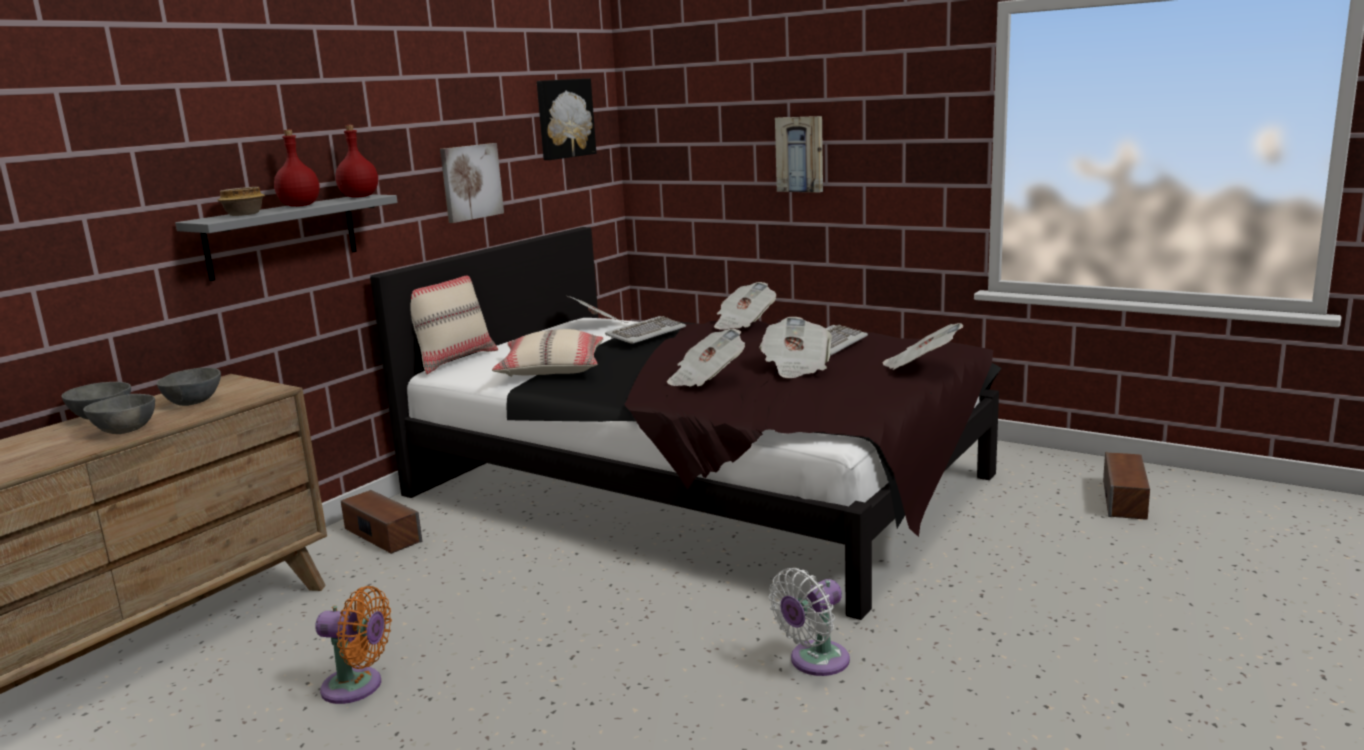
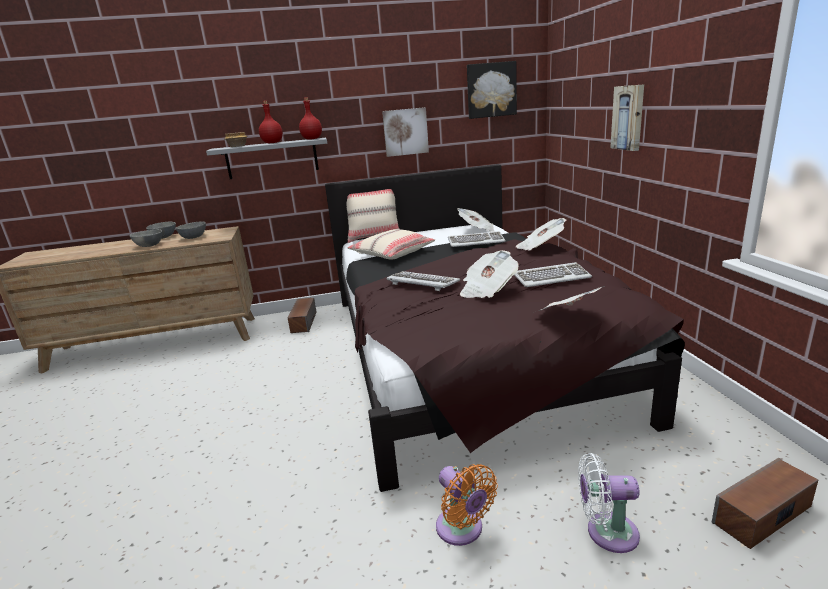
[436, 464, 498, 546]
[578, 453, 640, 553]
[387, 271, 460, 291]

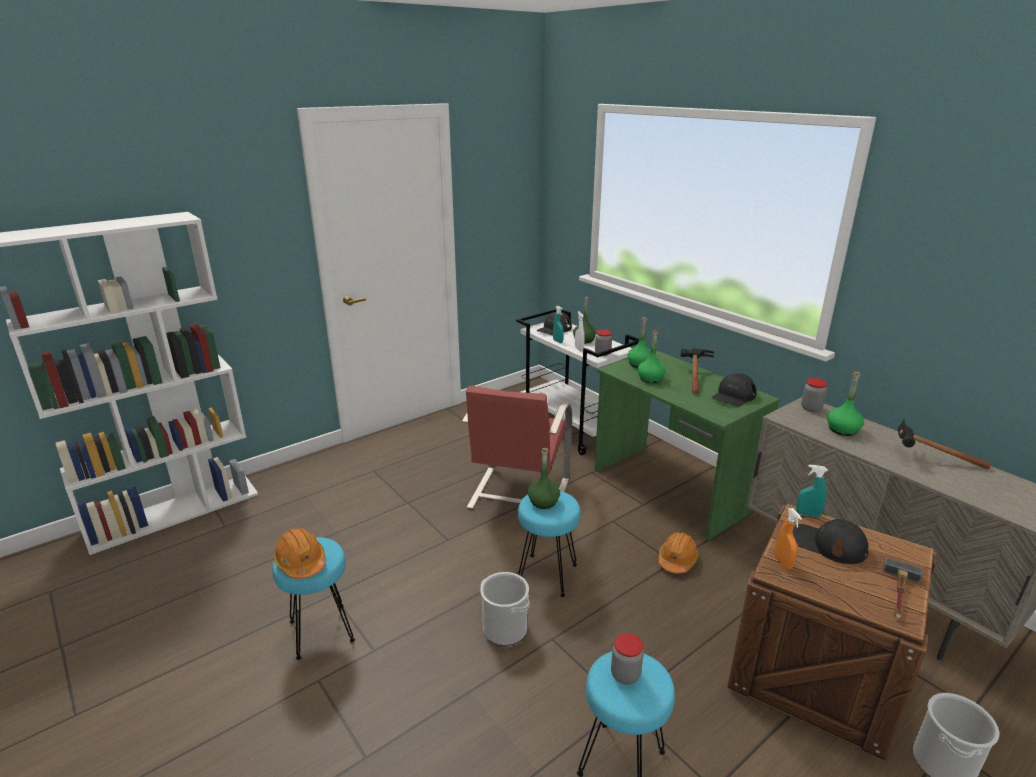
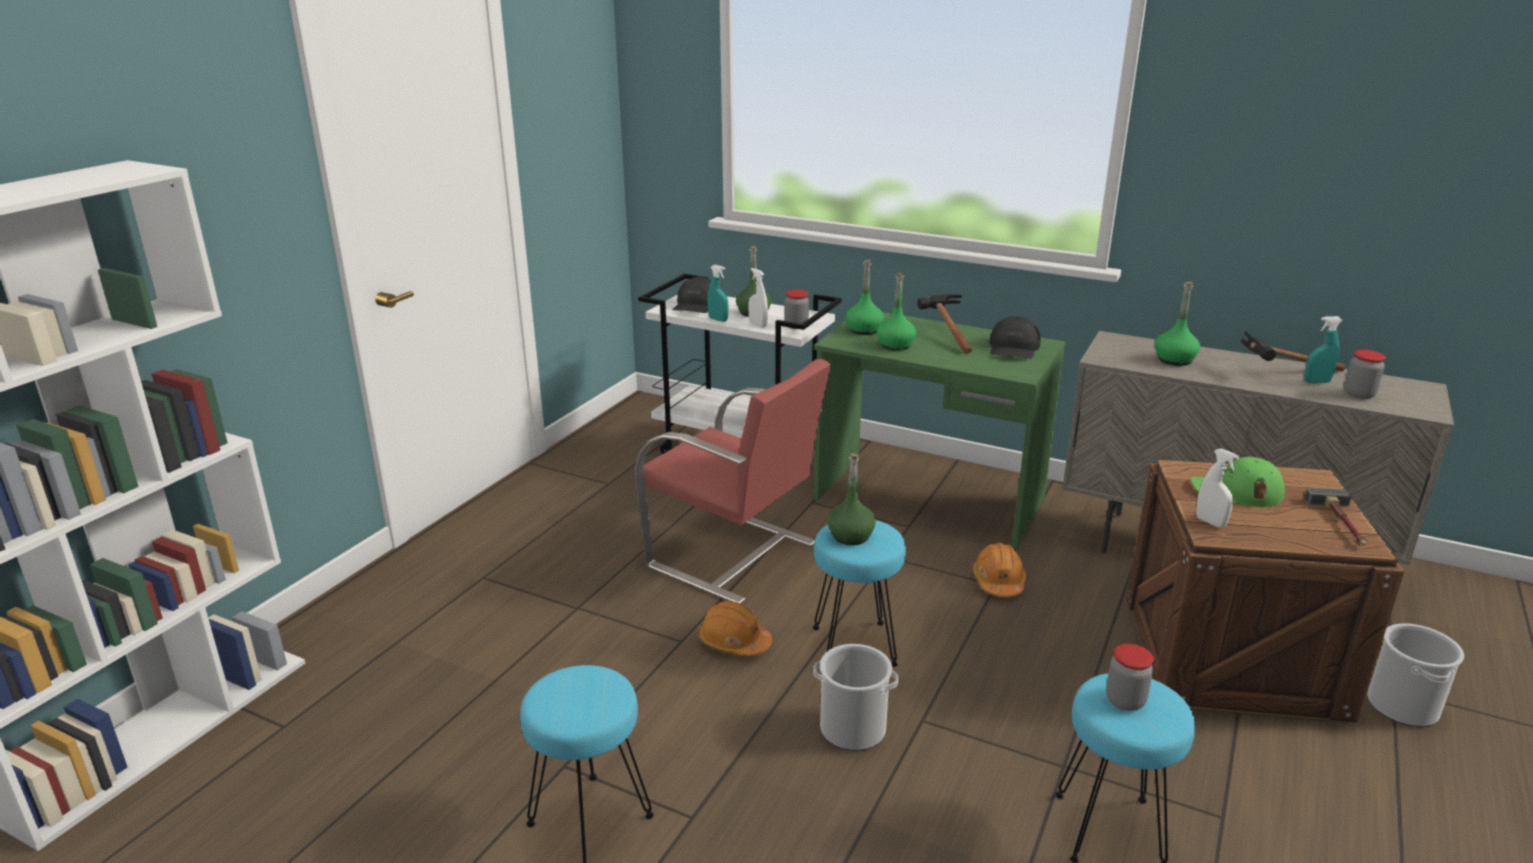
[698, 601, 772, 656]
[1304, 316, 1343, 384]
[1344, 350, 1386, 399]
[1196, 448, 1239, 528]
[1191, 457, 1285, 507]
[635, 359, 831, 604]

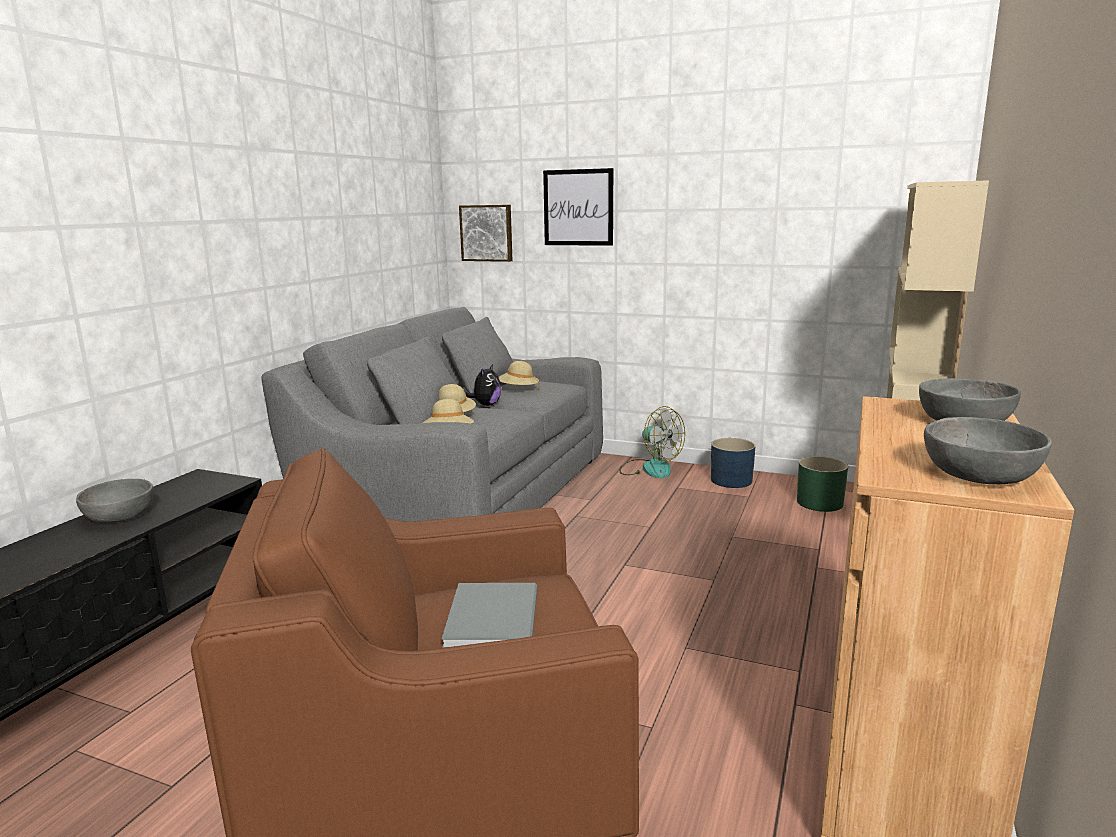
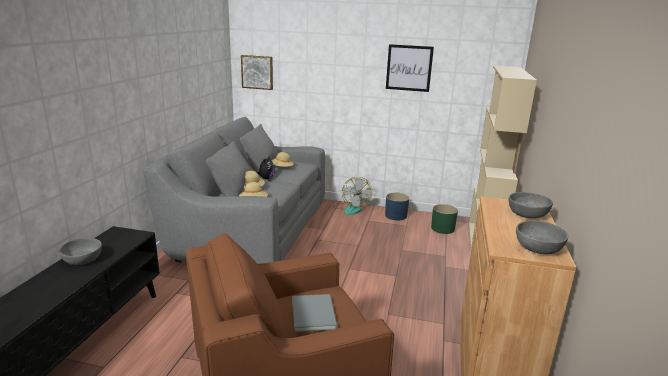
[386, 44, 434, 92]
[334, 177, 372, 215]

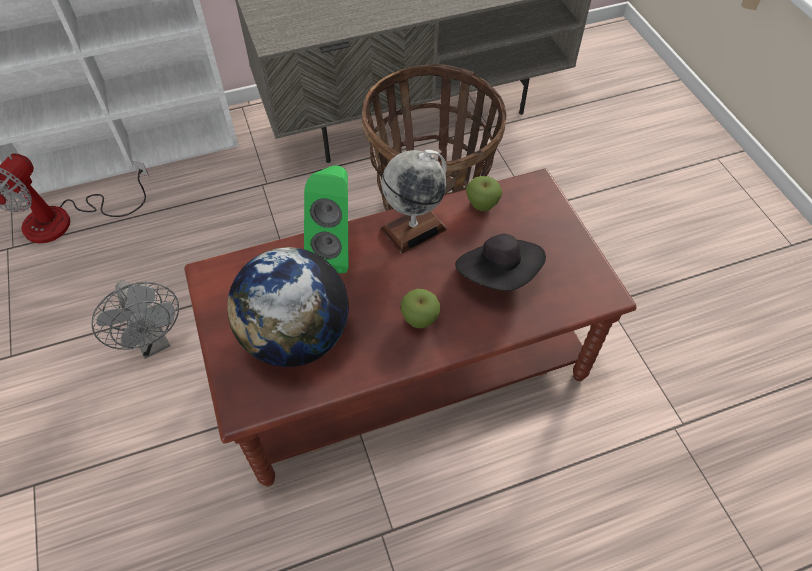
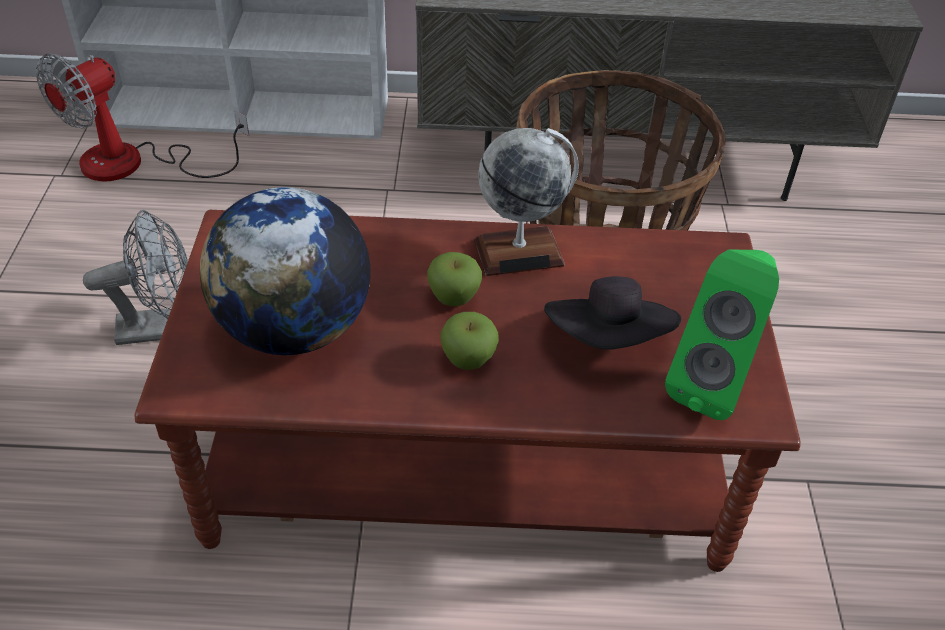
[665, 249, 779, 420]
[427, 252, 482, 306]
[83, 210, 188, 345]

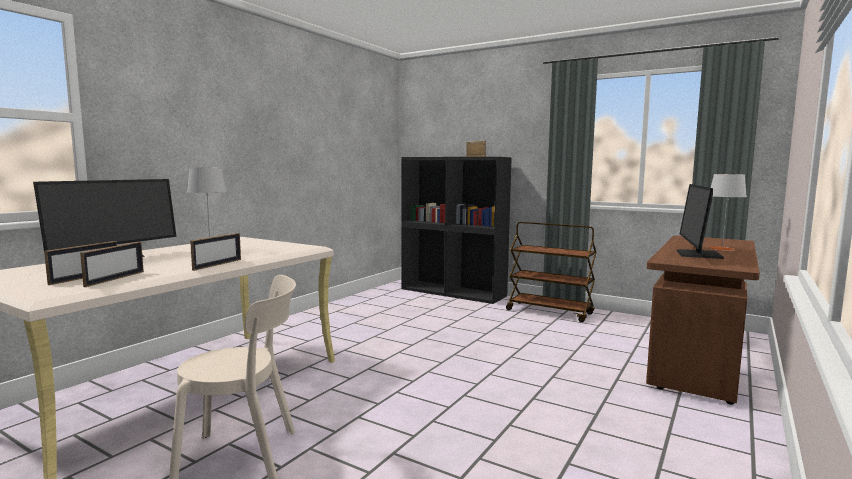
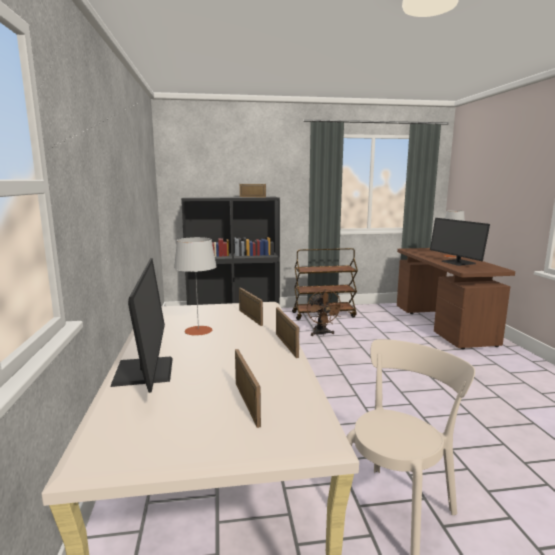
[307, 289, 342, 336]
[239, 287, 263, 326]

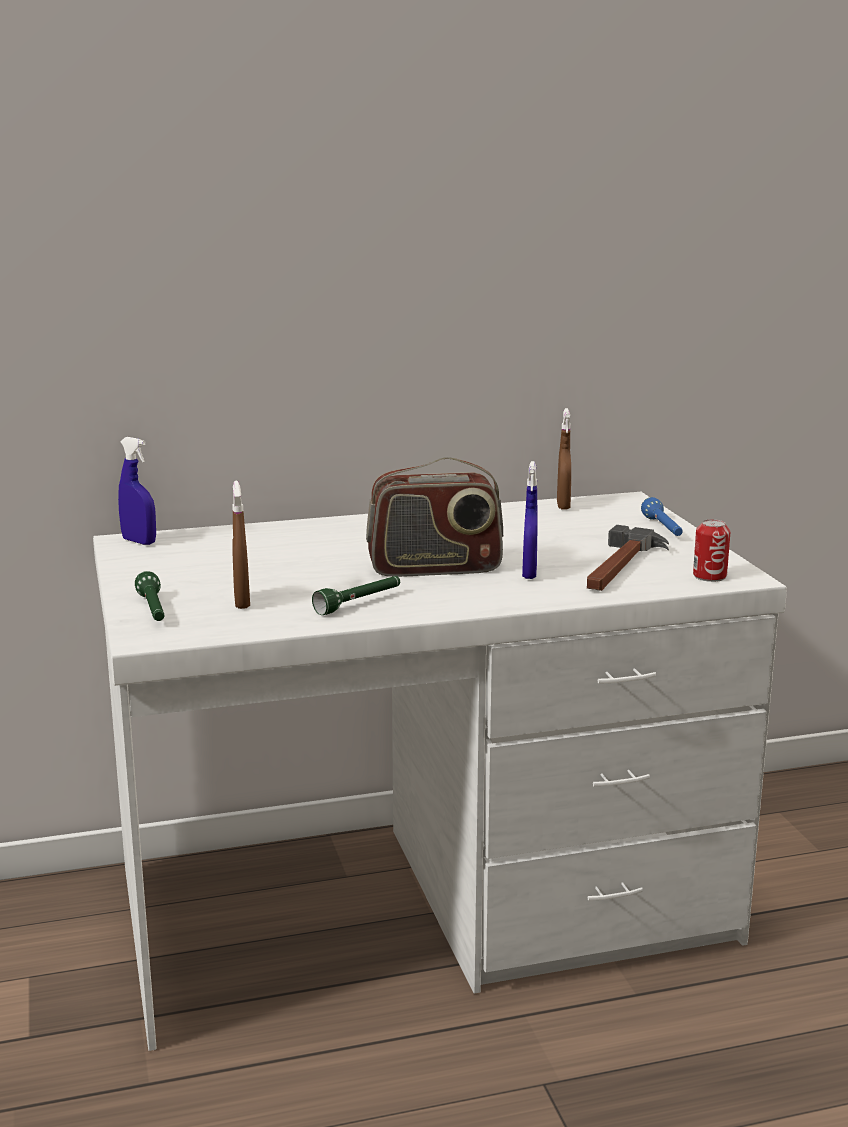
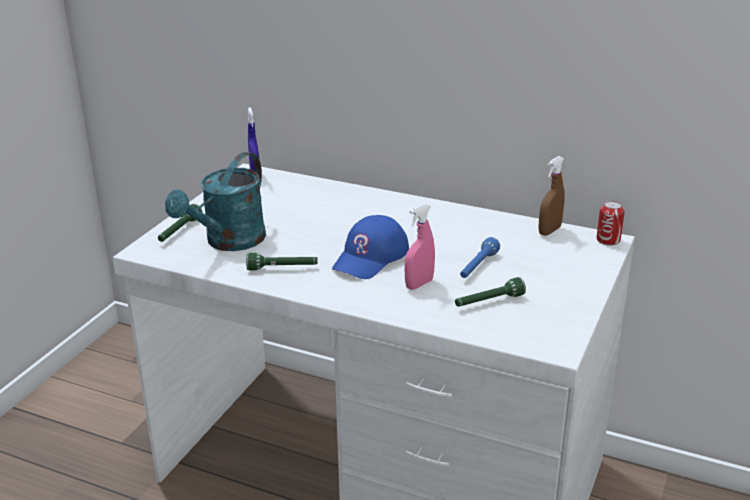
[460, 237, 500, 278]
[596, 201, 625, 246]
[165, 152, 266, 251]
[332, 215, 409, 279]
[455, 277, 526, 307]
[404, 203, 435, 290]

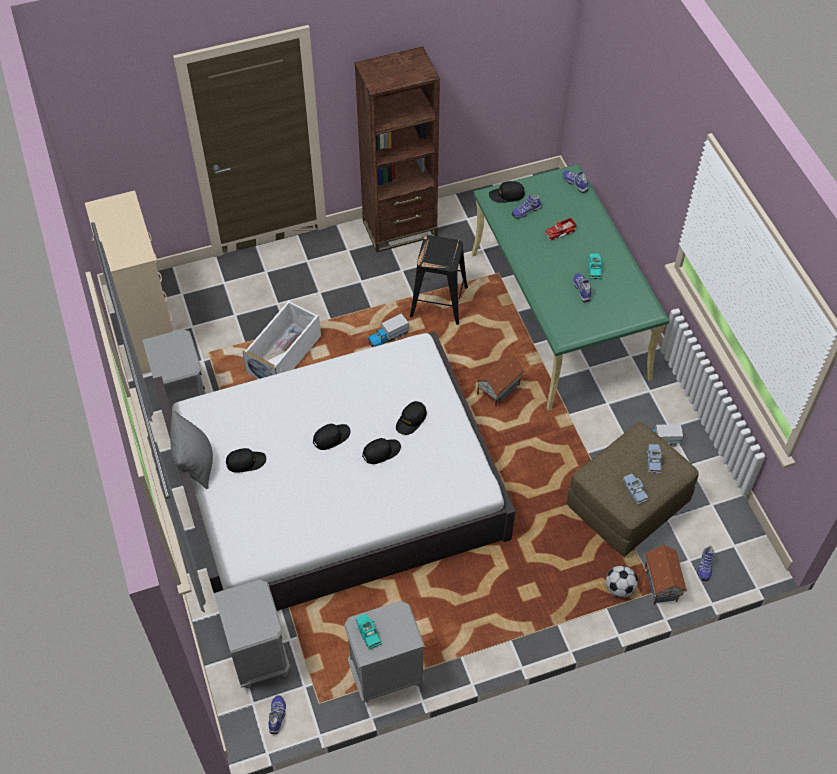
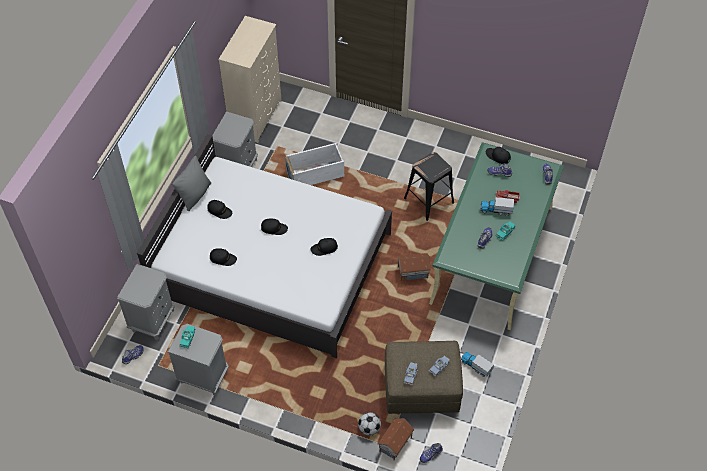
[355, 47, 440, 253] (first image)
[210, 248, 237, 266]
[480, 197, 514, 216]

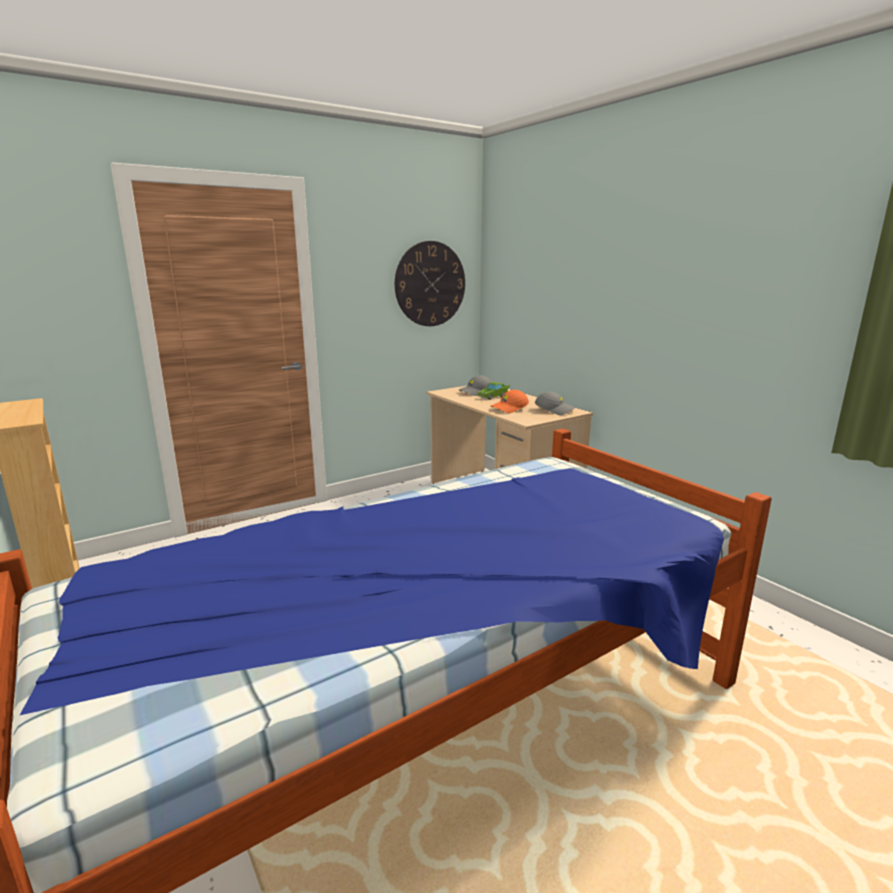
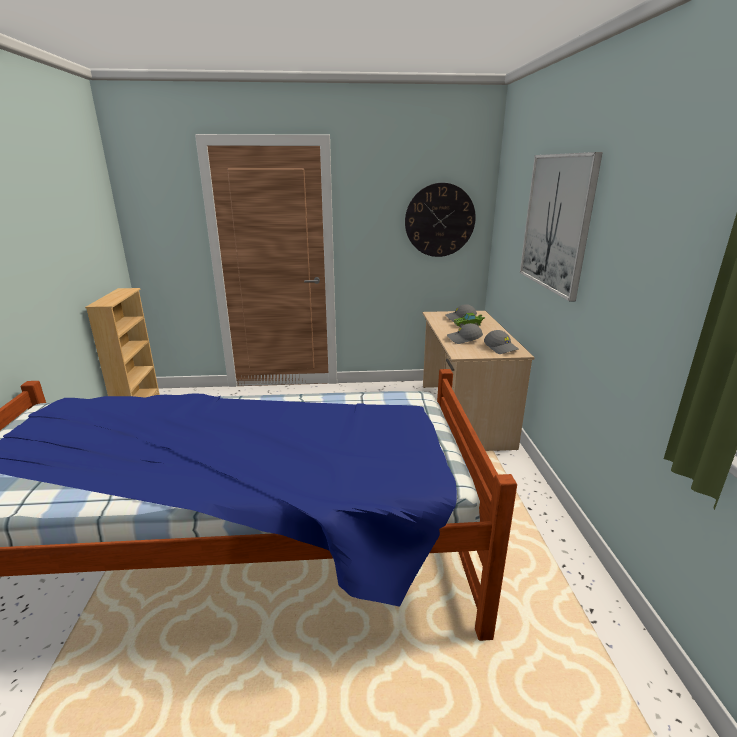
[520, 152, 603, 302]
[447, 323, 483, 344]

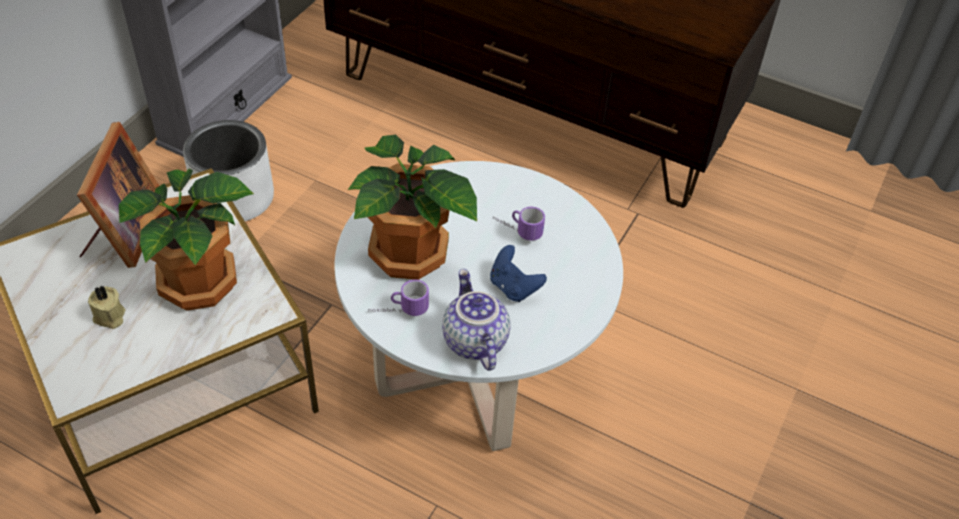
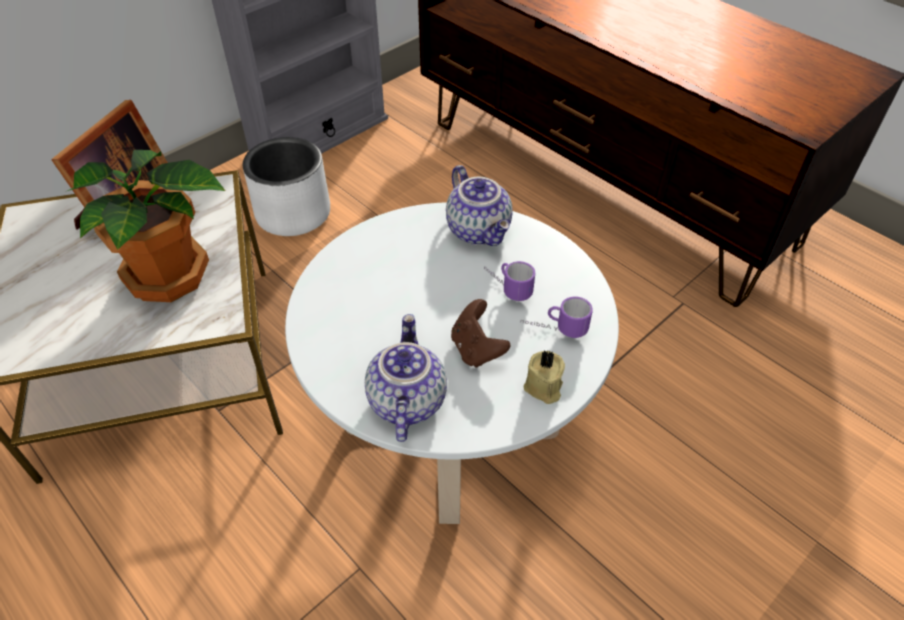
[348, 135, 477, 280] (first image)
[446, 165, 513, 246]
[524, 350, 565, 404]
[520, 296, 593, 338]
[451, 299, 510, 368]

